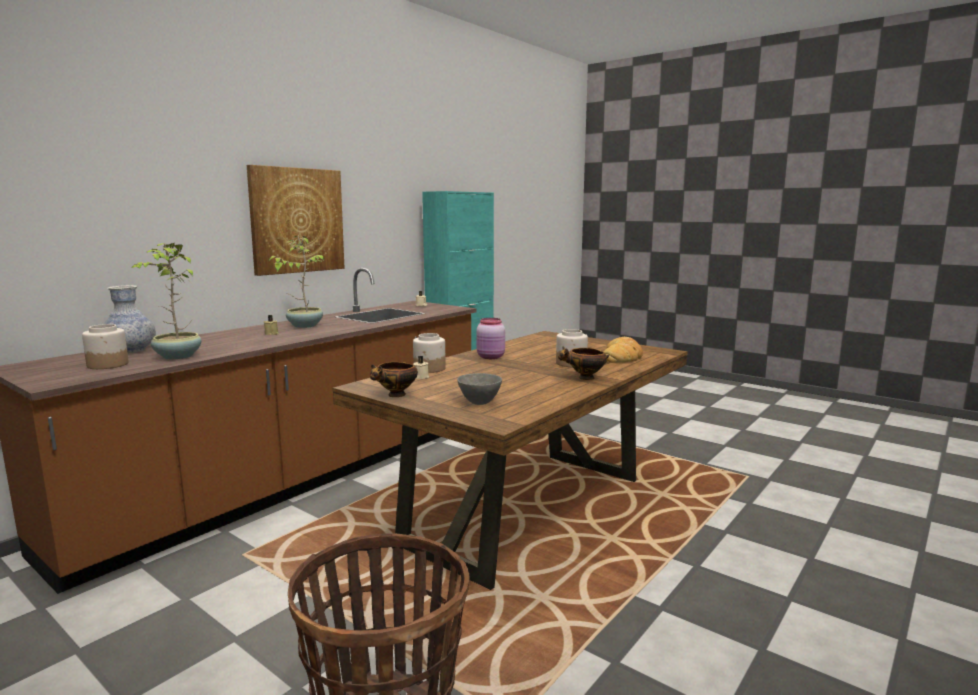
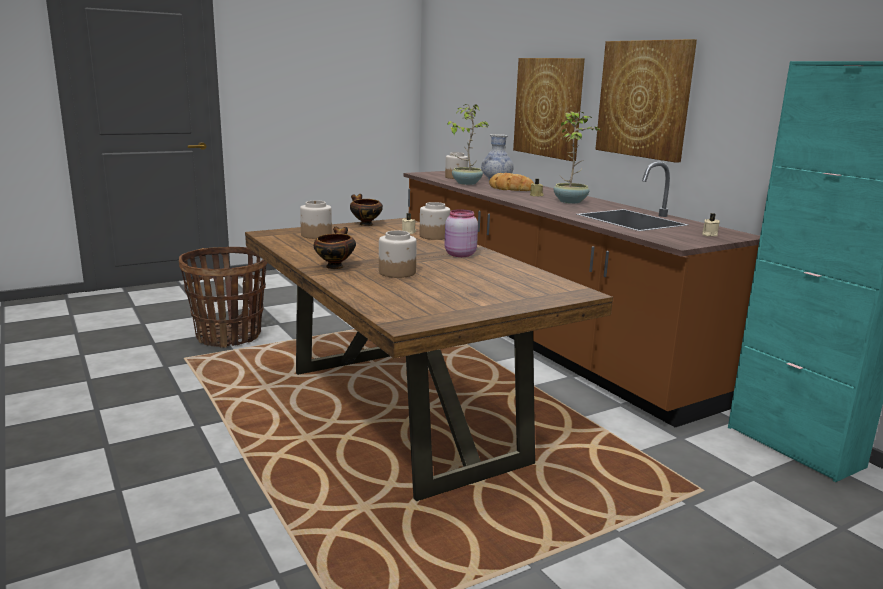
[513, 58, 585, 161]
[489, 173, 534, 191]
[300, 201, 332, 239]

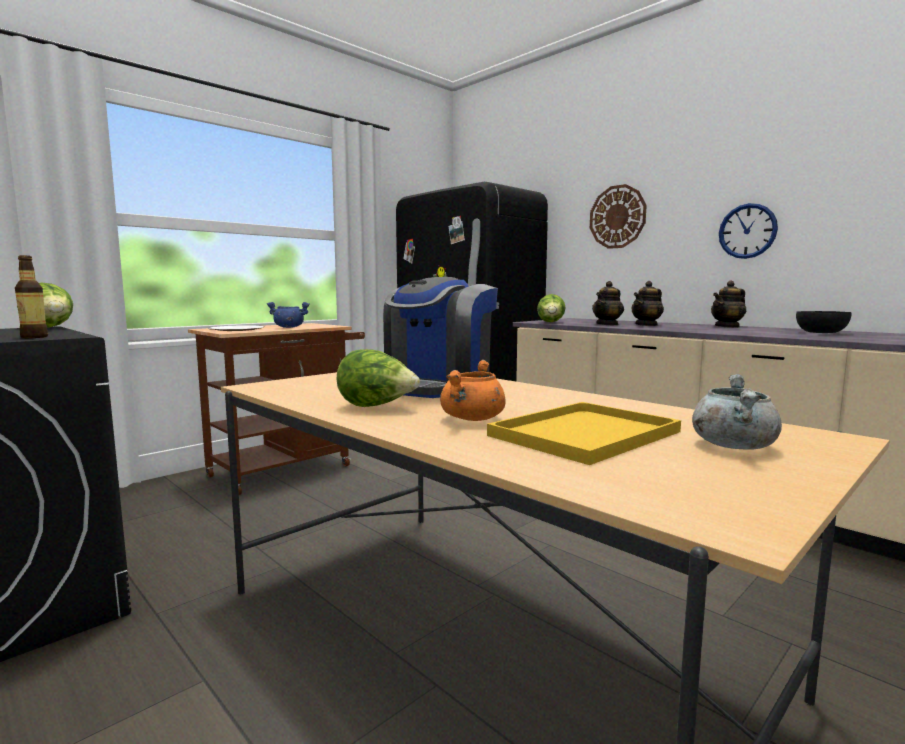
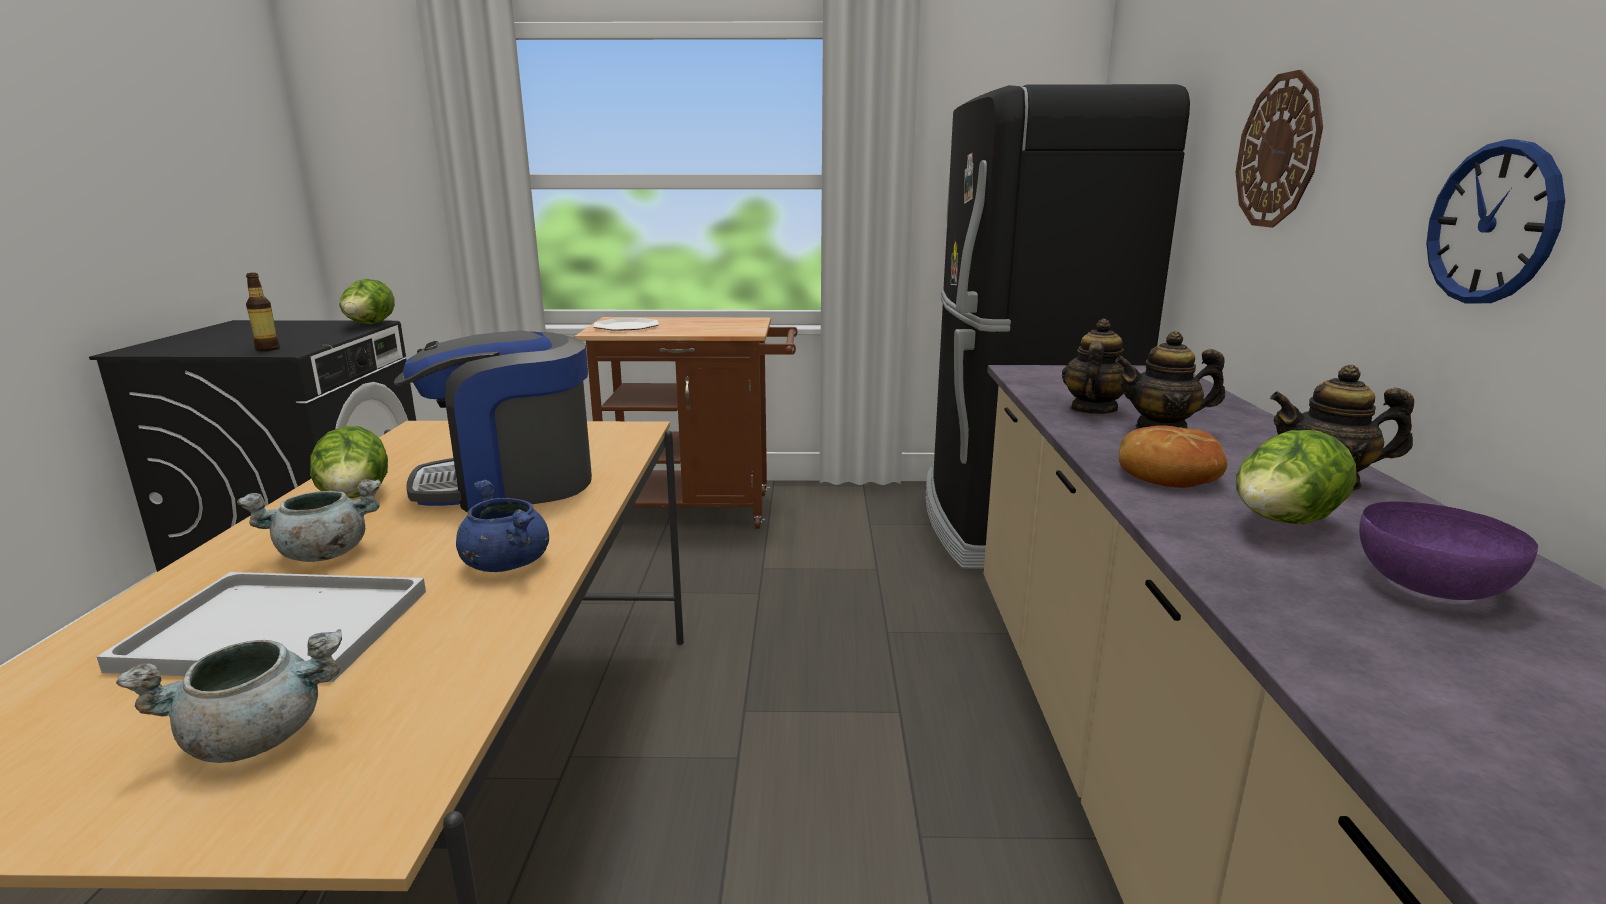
[1119, 425, 1227, 488]
[456, 480, 549, 572]
[1236, 430, 1357, 524]
[237, 479, 381, 562]
[97, 572, 426, 682]
[1359, 502, 1538, 600]
[1062, 319, 1124, 414]

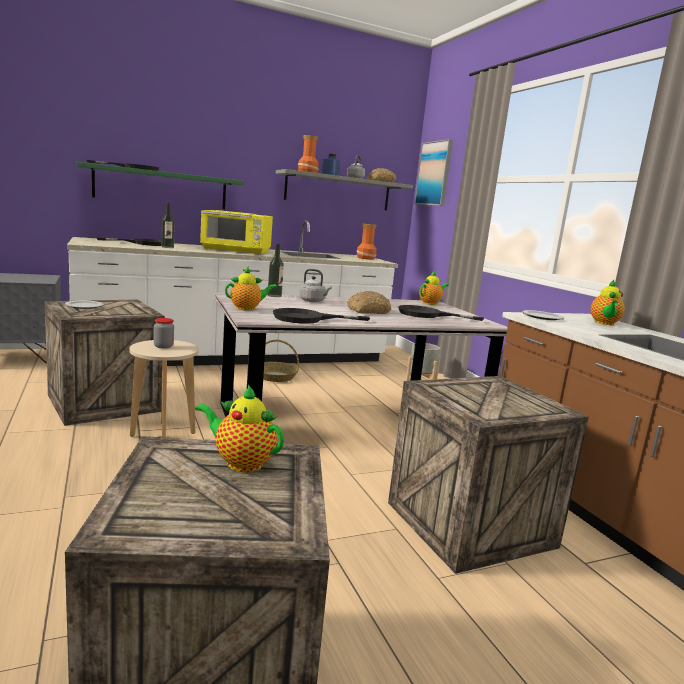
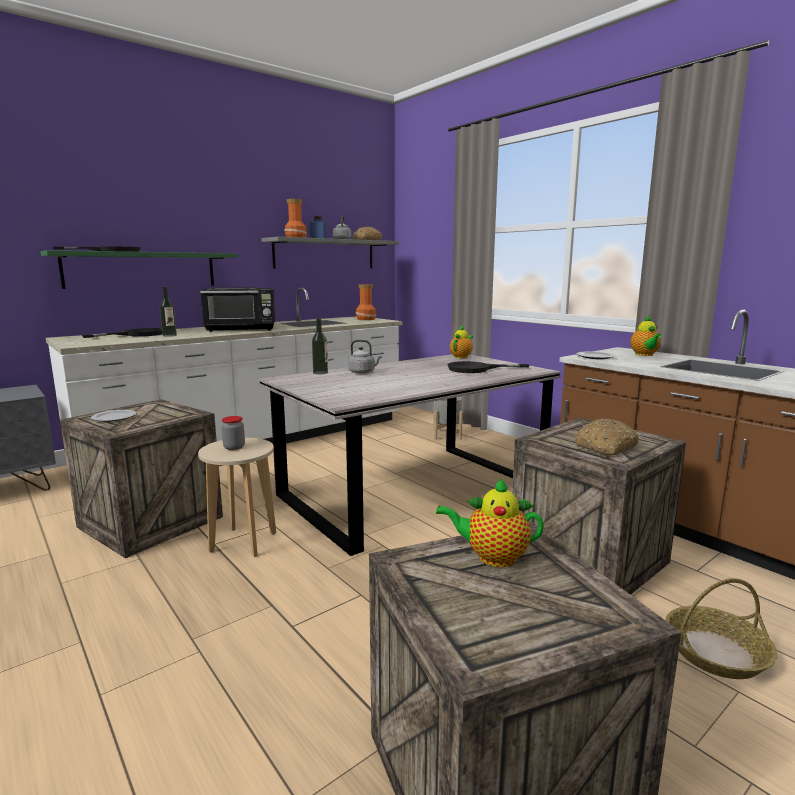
[225, 267, 277, 311] (first image)
[273, 308, 370, 324] (first image)
[415, 139, 453, 206] (first image)
[665, 578, 777, 679]
[575, 419, 639, 455]
[200, 287, 275, 332]

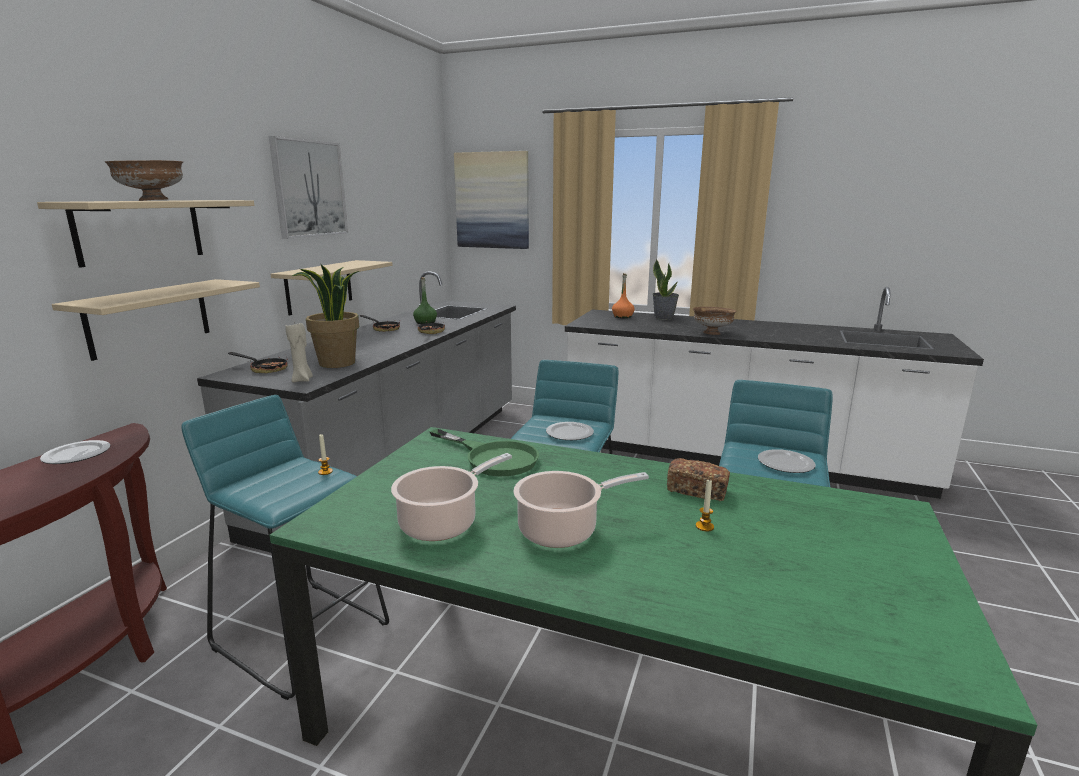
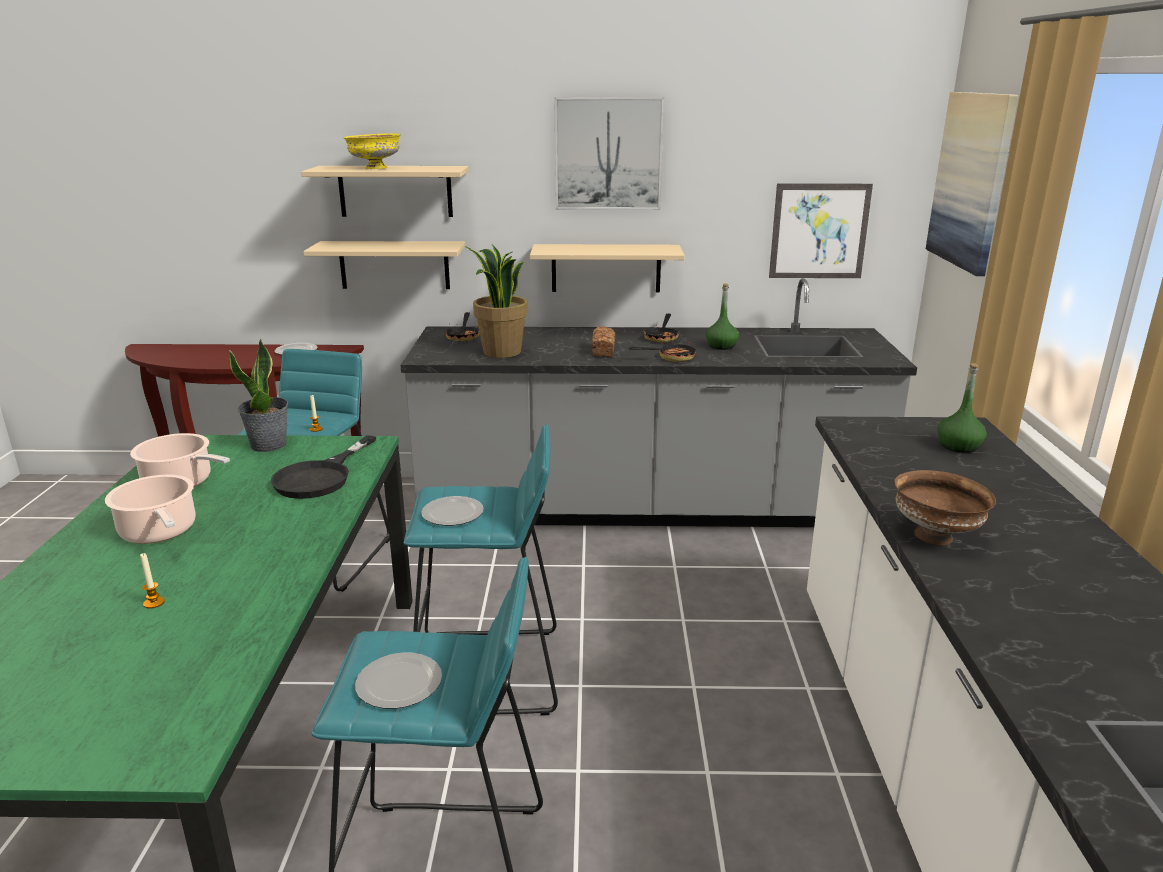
[285, 321, 313, 382] (first image)
[769, 183, 873, 278]
[229, 339, 288, 452]
[592, 327, 615, 357]
[343, 133, 401, 169]
[271, 435, 376, 499]
[937, 363, 987, 453]

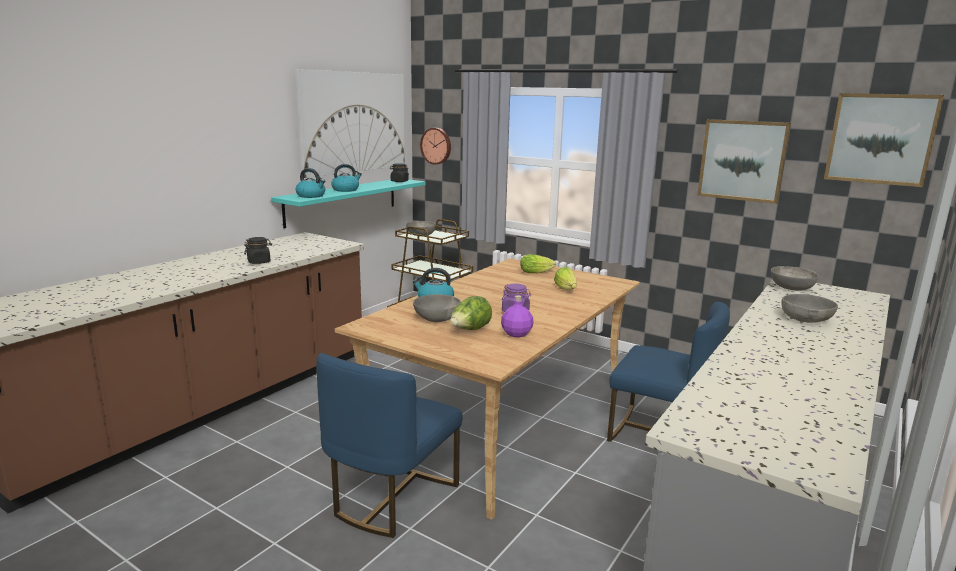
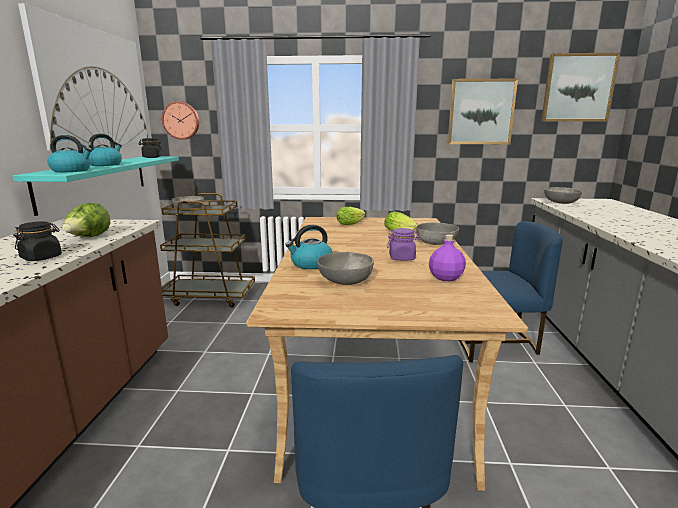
[62, 203, 110, 237]
[416, 223, 459, 245]

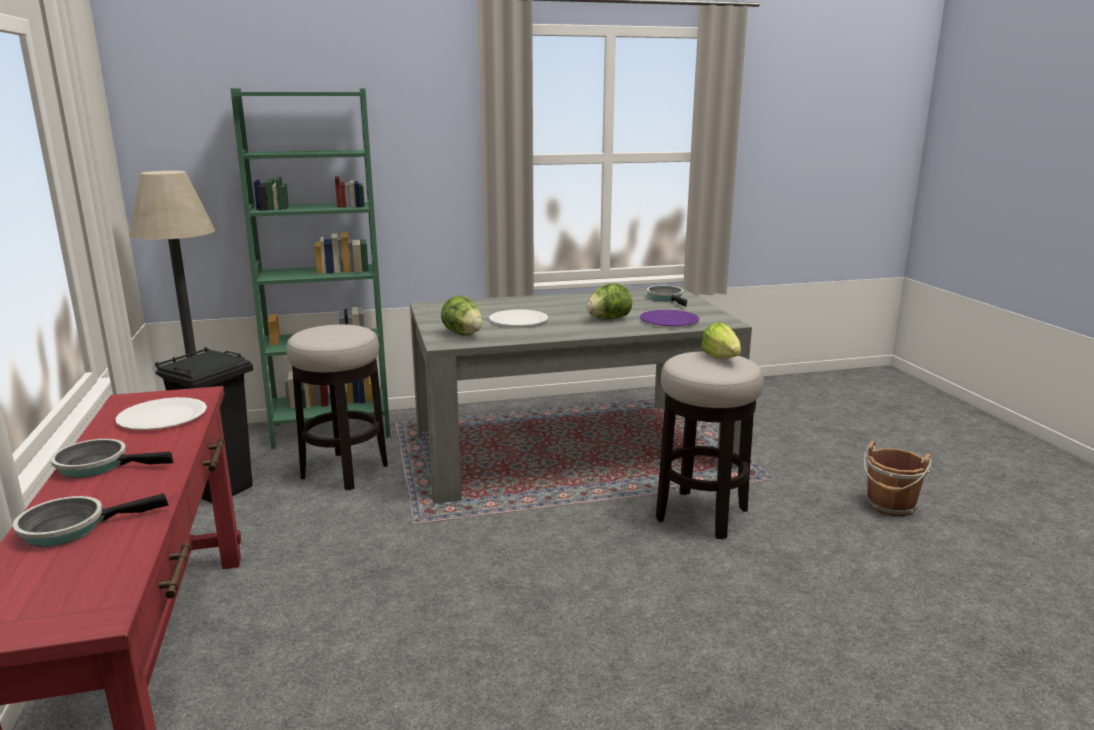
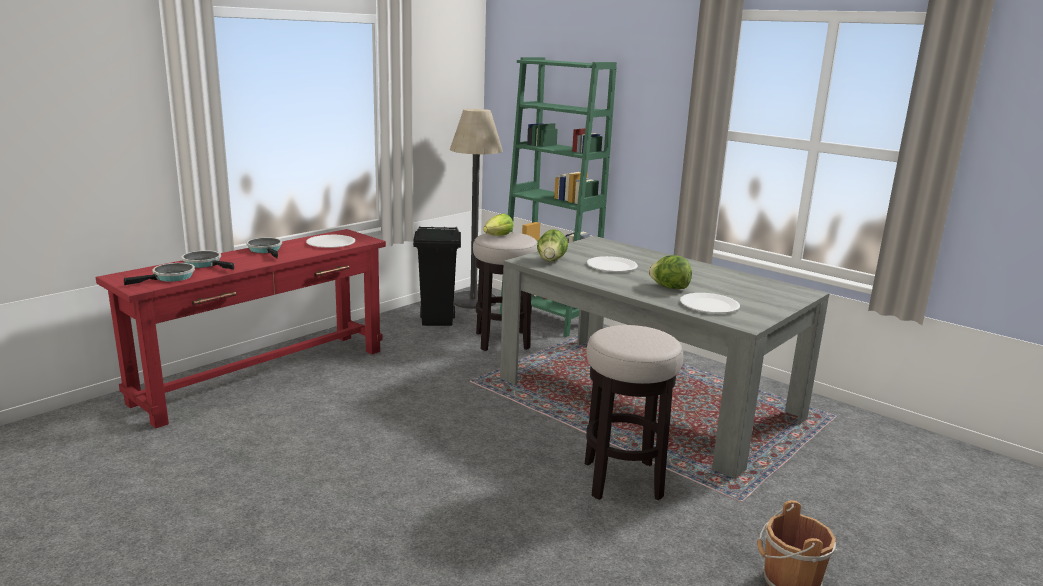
[124, 263, 195, 285]
[483, 213, 513, 236]
[680, 293, 740, 313]

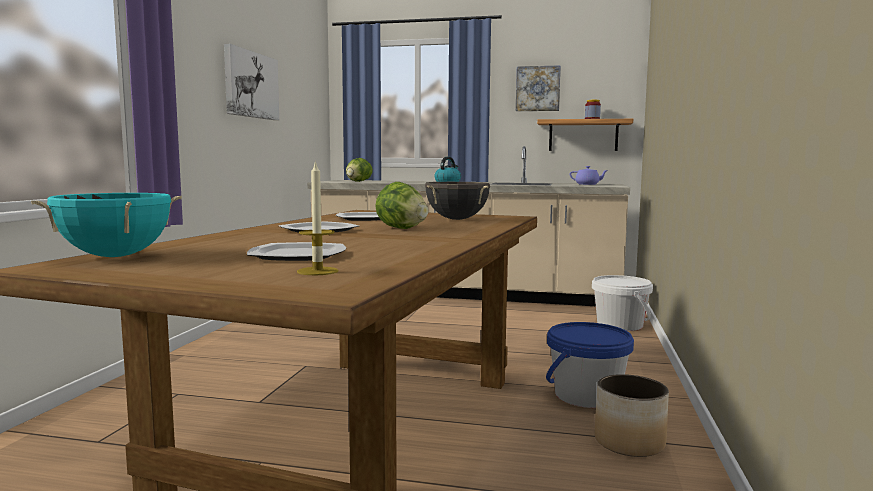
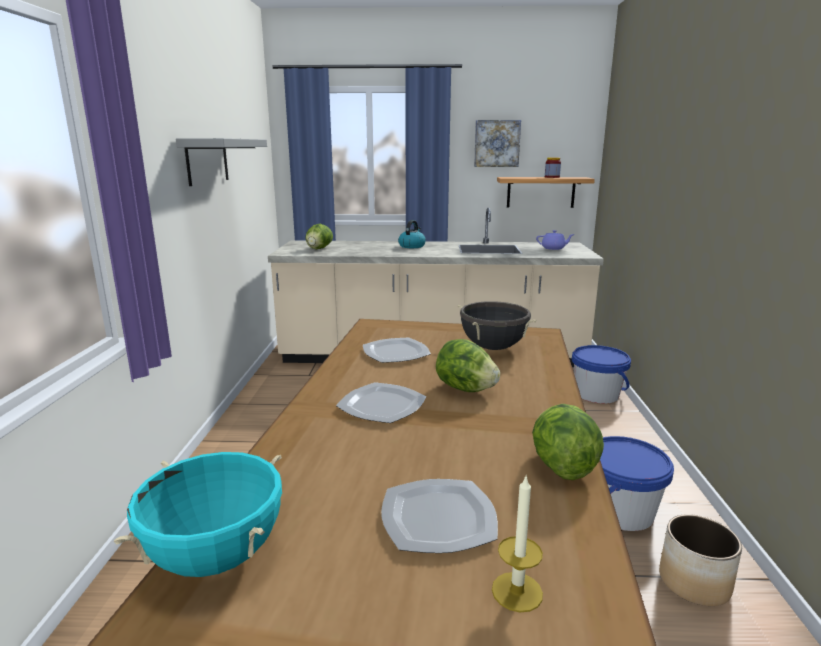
[532, 404, 604, 480]
[176, 138, 267, 186]
[572, 345, 631, 404]

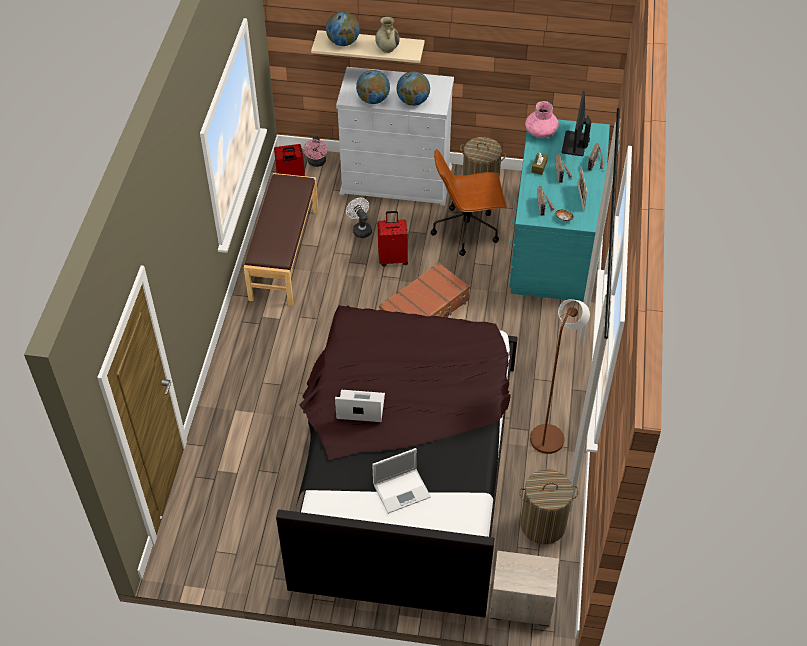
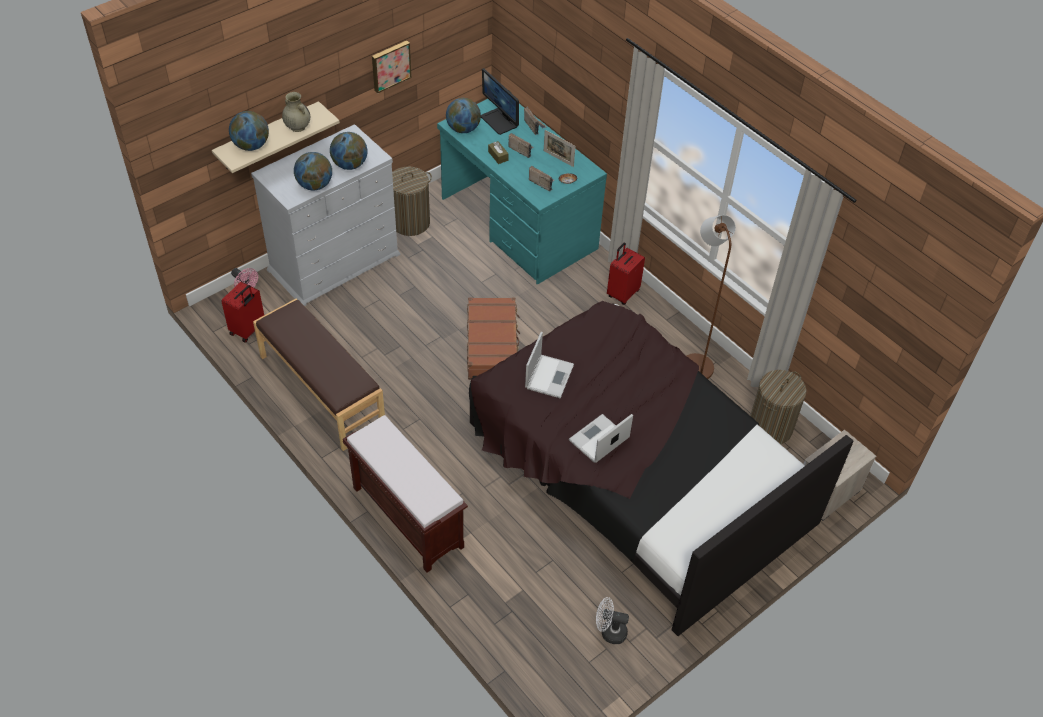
[431, 149, 507, 256] (first image)
[343, 415, 468, 572]
[372, 40, 412, 93]
[596, 597, 629, 644]
[525, 332, 574, 398]
[607, 243, 645, 305]
[446, 98, 481, 133]

